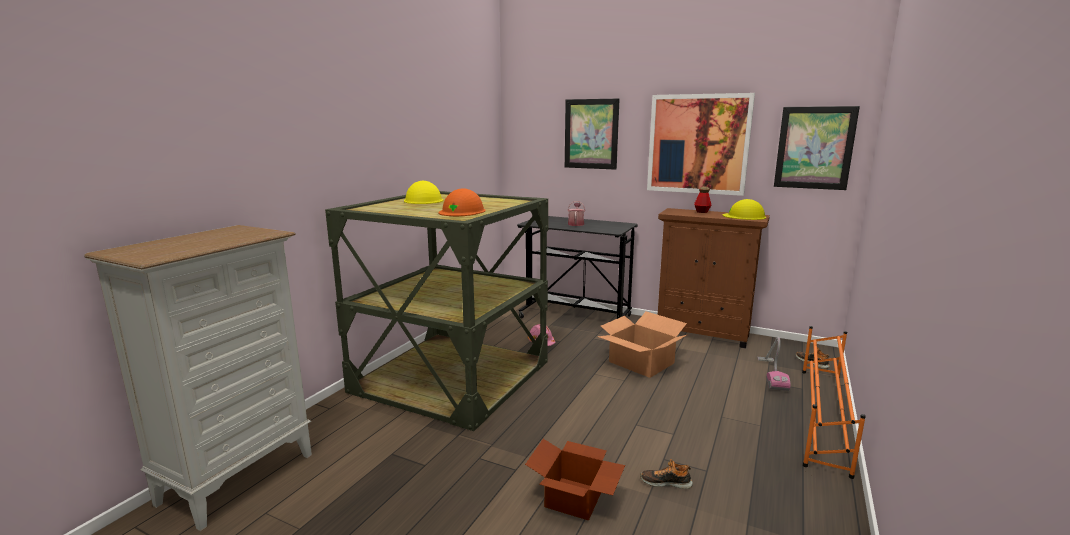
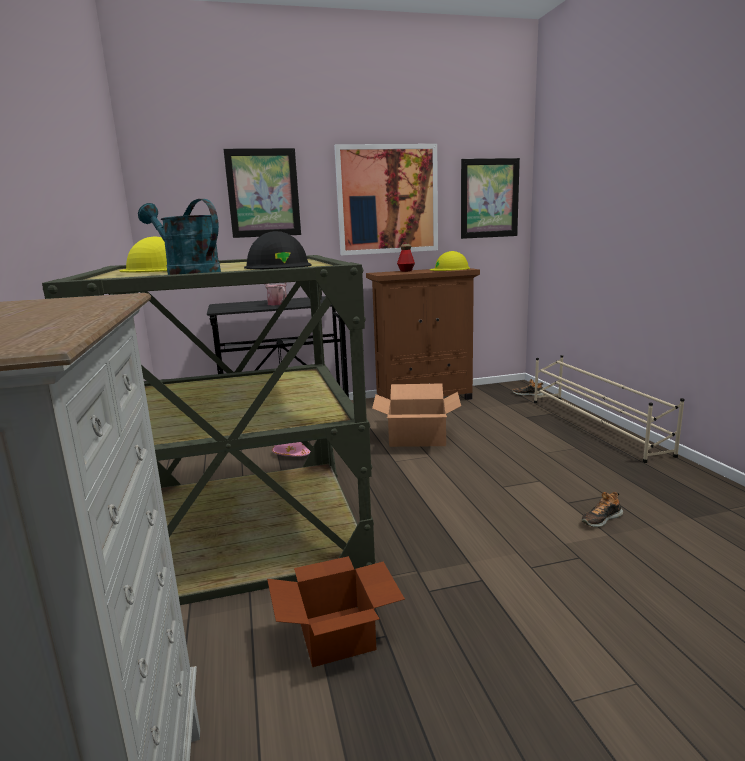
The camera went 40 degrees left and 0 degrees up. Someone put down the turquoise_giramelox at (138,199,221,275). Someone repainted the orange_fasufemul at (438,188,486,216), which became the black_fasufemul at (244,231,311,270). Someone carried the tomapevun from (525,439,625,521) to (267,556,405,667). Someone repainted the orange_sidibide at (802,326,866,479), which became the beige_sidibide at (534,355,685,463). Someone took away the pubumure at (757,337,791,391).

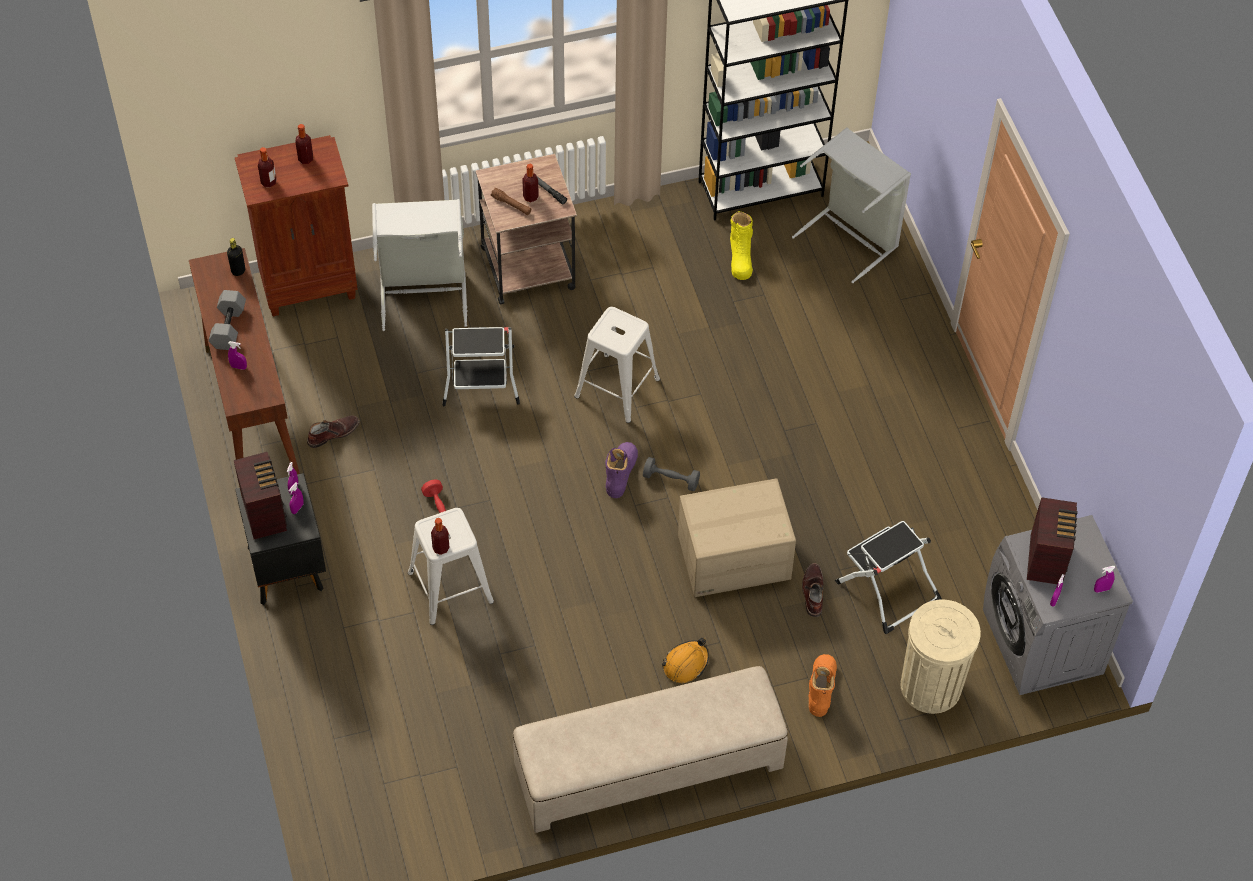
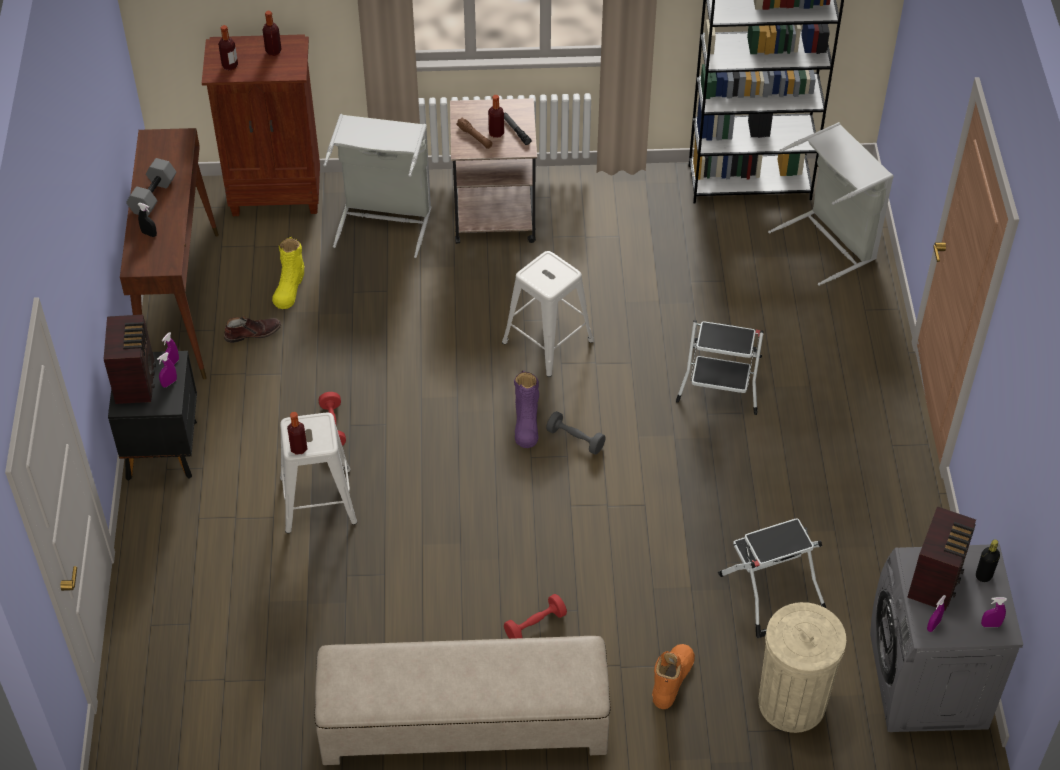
The camera went 15 degrees right and 5 degrees down. Someone repainted the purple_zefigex at (228,341,247,370), which became the black_zefigex at (138,203,157,237). Someone carried the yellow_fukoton from (730,211,753,280) to (272,237,305,309). Someone swapped the orange_fasufemul at (662,638,709,683) for the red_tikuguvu at (504,594,567,639). Someone rotated the purple_fukoton at (605,442,638,498) by 150 degrees clockwise. Someone carried the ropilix from (443,327,520,406) to (676,320,764,415). Someone carried the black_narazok from (227,238,245,276) to (976,540,1000,582). Someone took away the tomapevun at (678,478,796,597). Someone took away the brown_fukoton at (802,563,824,617).

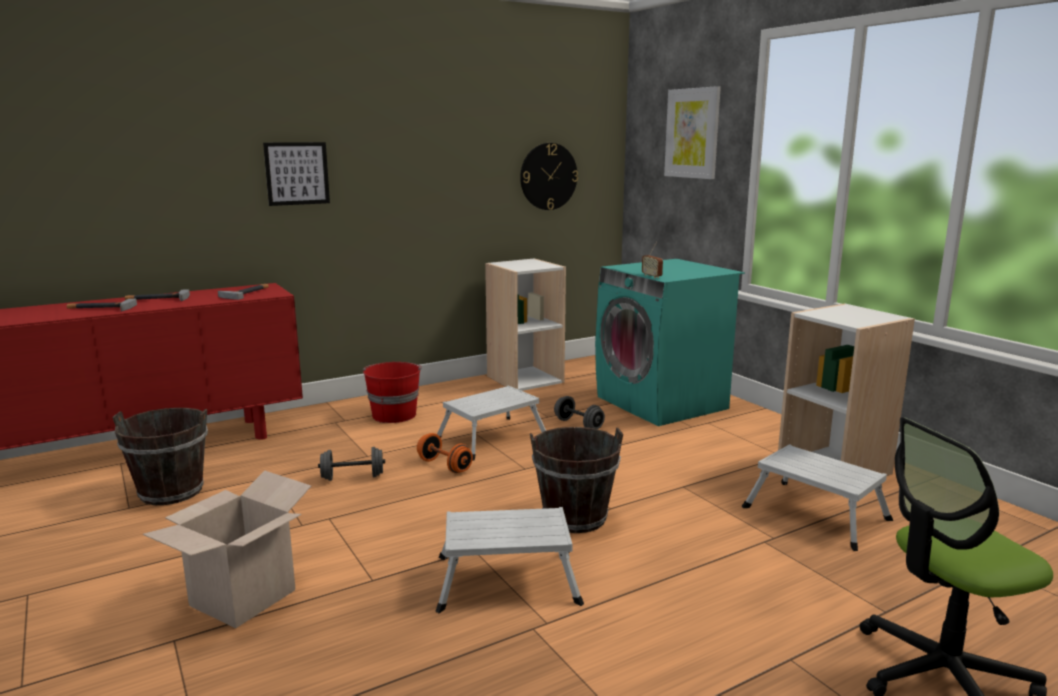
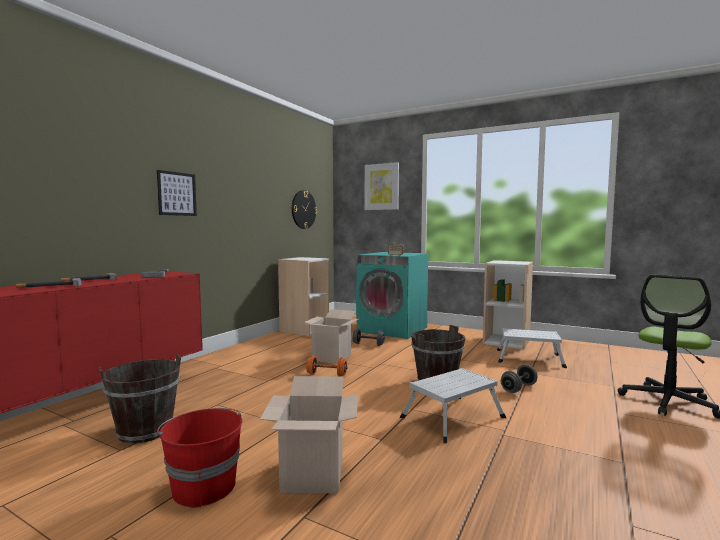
The camera went 30 degrees left and 10 degrees down. Someone carried the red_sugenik from (363,362,422,423) to (157,408,242,508). Someone swapped the white_ropilix at (437,385,546,461) for the tomapevun at (303,309,358,364). Someone carried the grey_tikuguvu from (318,447,385,481) to (501,365,537,393).

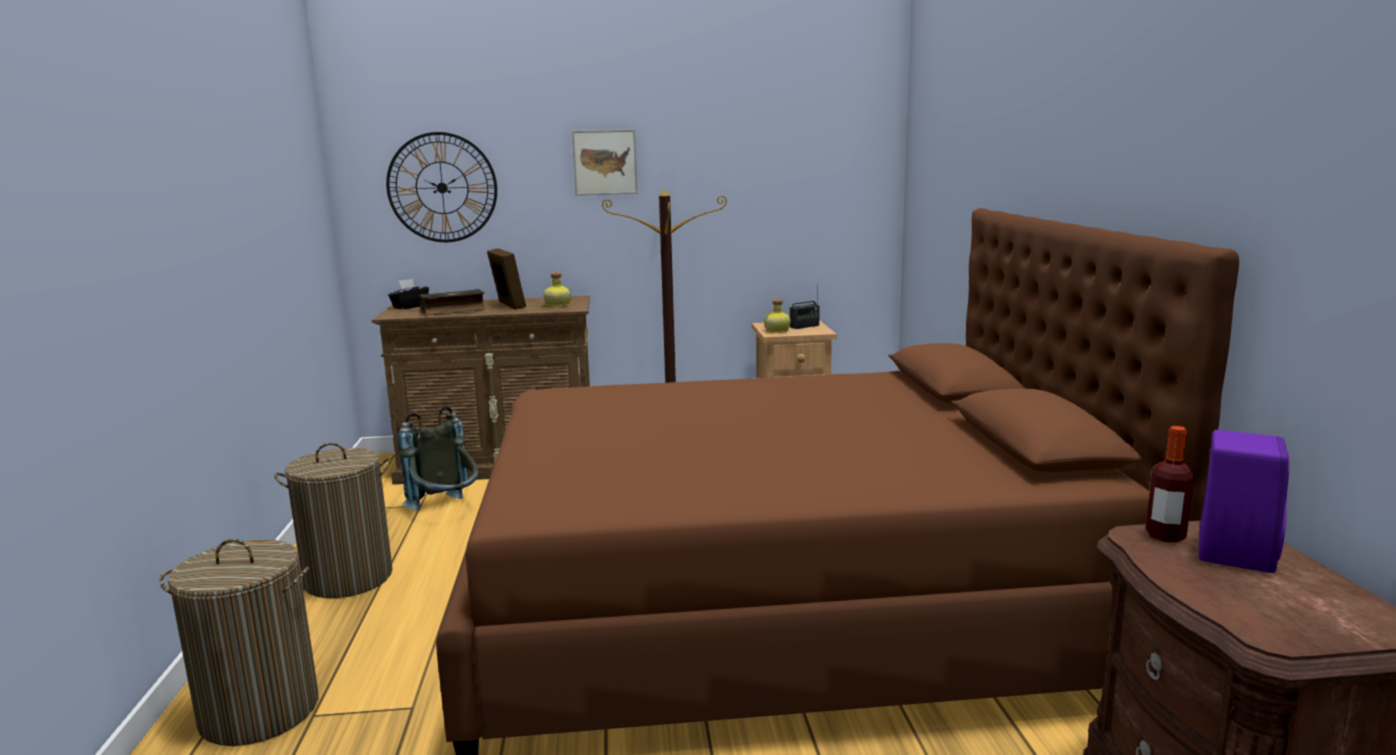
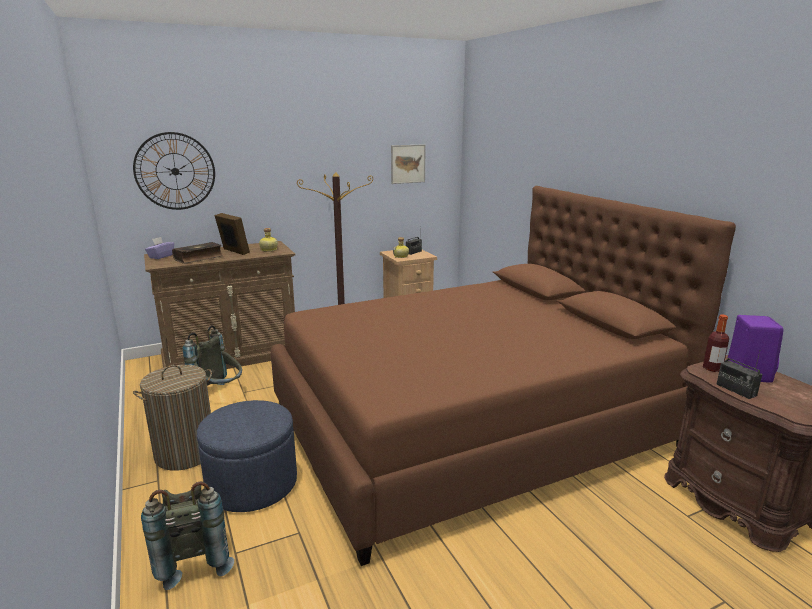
The camera went 20 degrees left and 5 degrees up. Someone swapped the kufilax at (160,539,318,746) for the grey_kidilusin at (141,481,234,590). Someone repainted the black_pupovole at (388,279,429,309), which became the purple_pupovole at (145,237,174,259). Someone put down the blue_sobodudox at (197,400,297,512). Someone carried the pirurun from (572,129,638,195) to (391,144,426,184). Someone put down the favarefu at (717,352,762,399).

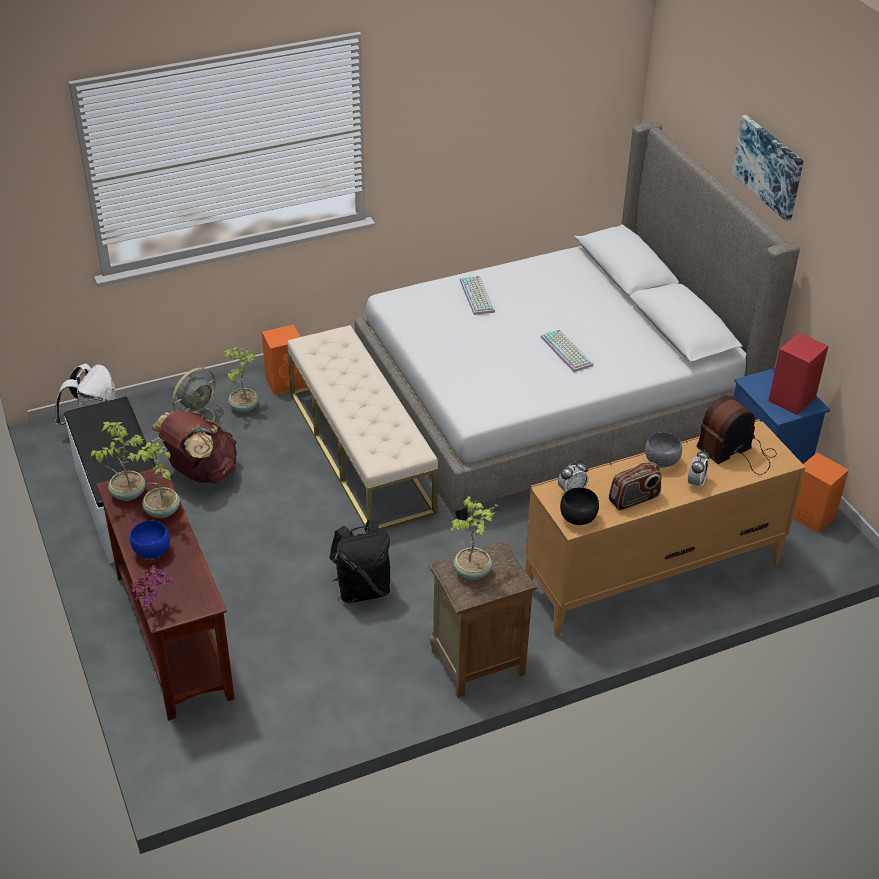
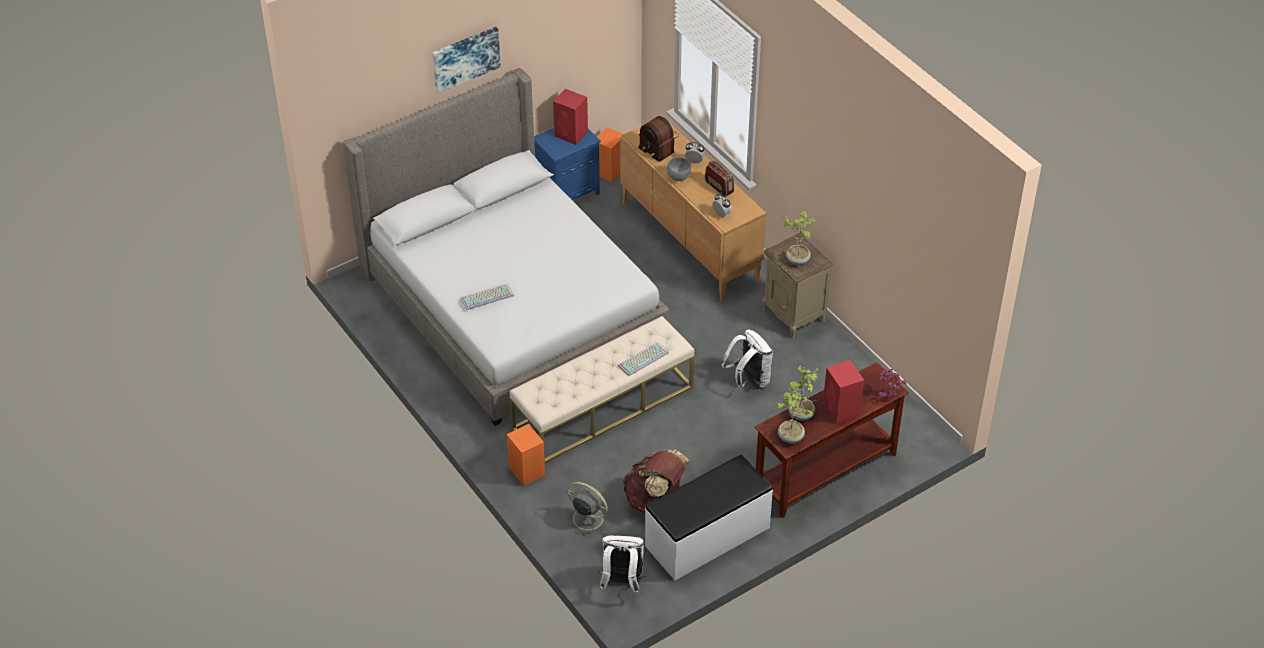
The camera went 100 degrees left and 5 degrees up. Someone carried the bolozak from (541,329,593,372) to (618,342,669,376). Someone repainted the black_kidilusin at (329,520,391,604), which became the white_kidilusin at (722,330,773,390). Someone swapped the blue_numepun at (130,520,170,559) for the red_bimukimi at (823,360,864,424). Someone took away the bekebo at (223,347,258,413). Someone took away the black_numepun at (560,488,599,525).

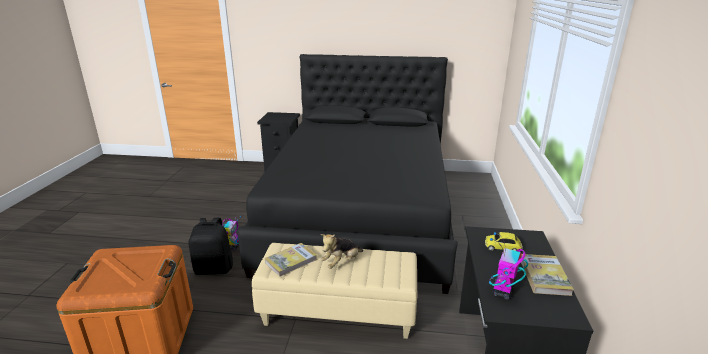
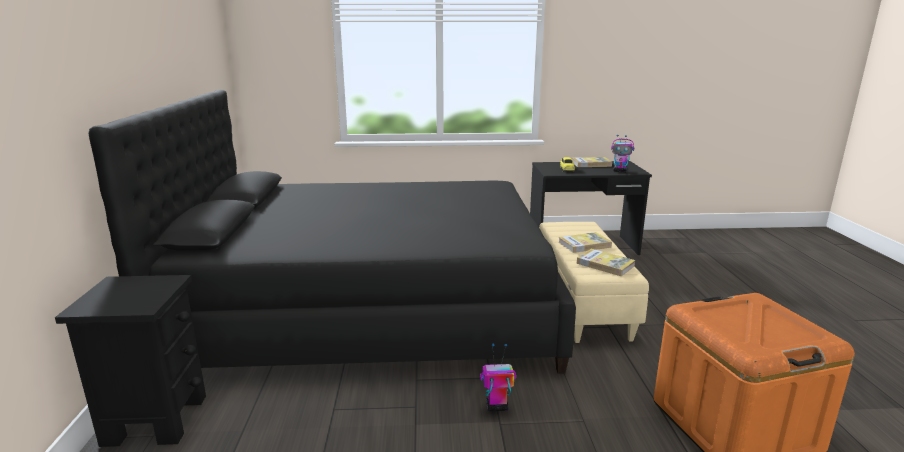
The camera went 100 degrees left and 5 degrees down. Someone swapped the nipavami at (321,234,363,269) for the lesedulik at (558,232,612,253). Someone took away the black_kidilusin at (188,218,233,275).

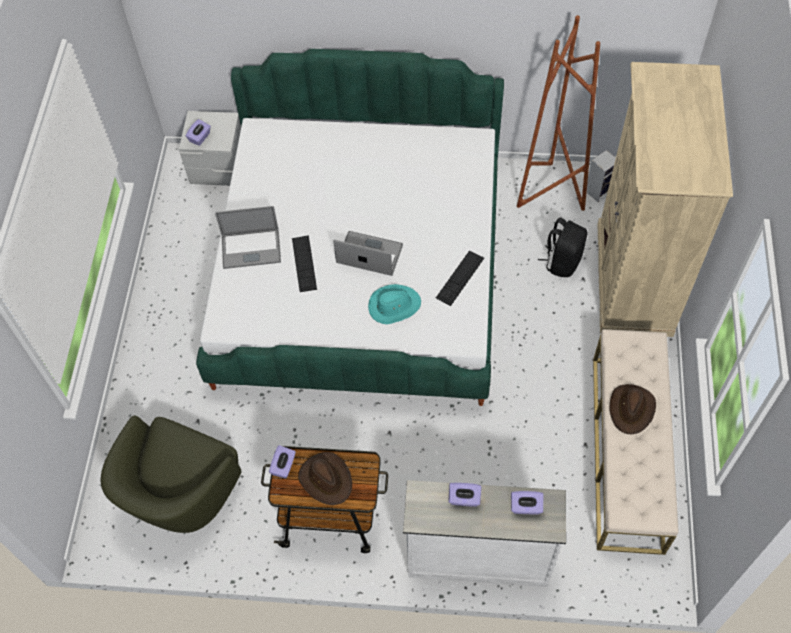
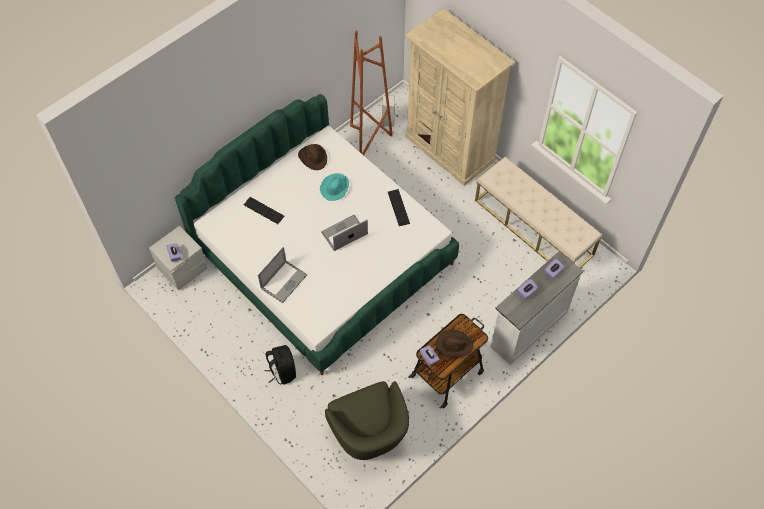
The camera went 50 degrees left and 0 degrees up. Someone carried the bolozak from (292,235,317,292) to (244,197,284,224). Someone carried the black_kidilusin from (538,218,588,277) to (264,345,296,384). Someone carried the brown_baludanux from (609,384,656,434) to (298,144,327,170). Someone carried the turquoise_baludanux from (368,284,421,324) to (320,173,349,201).

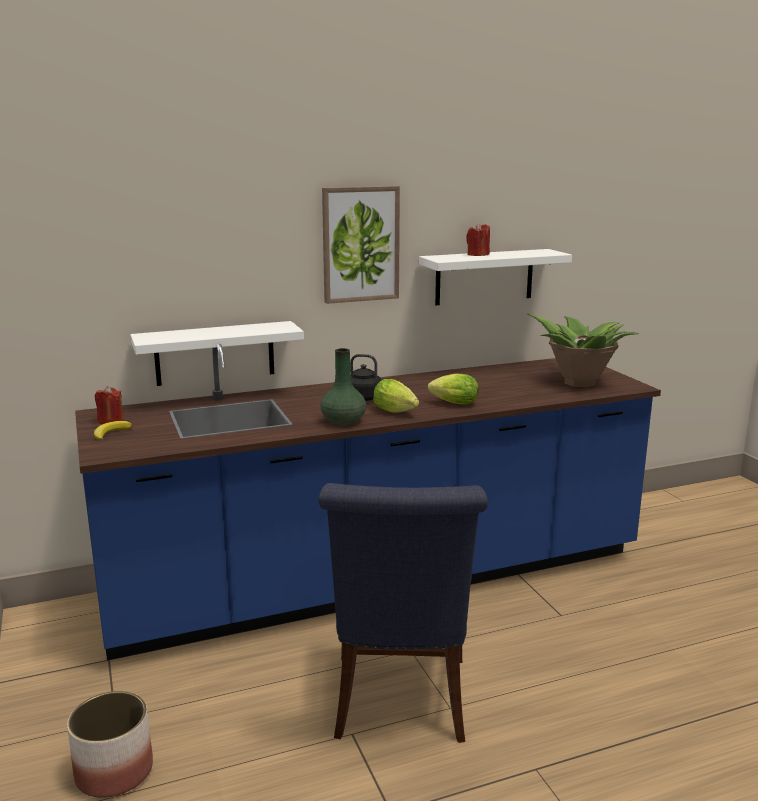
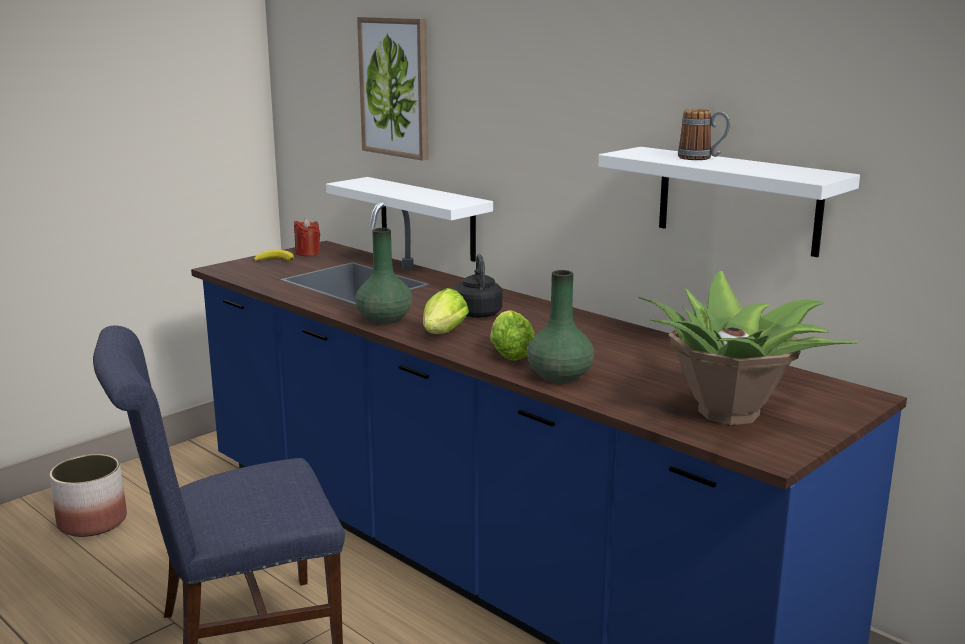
The camera went 65 degrees right and 0 degrees up. Someone carried the pirurun from (322,186,400,304) to (357,17,429,161). Someone put down the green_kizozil at (527,270,594,383). Someone swapped the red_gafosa at (466,223,490,256) for the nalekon at (678,109,730,160).

